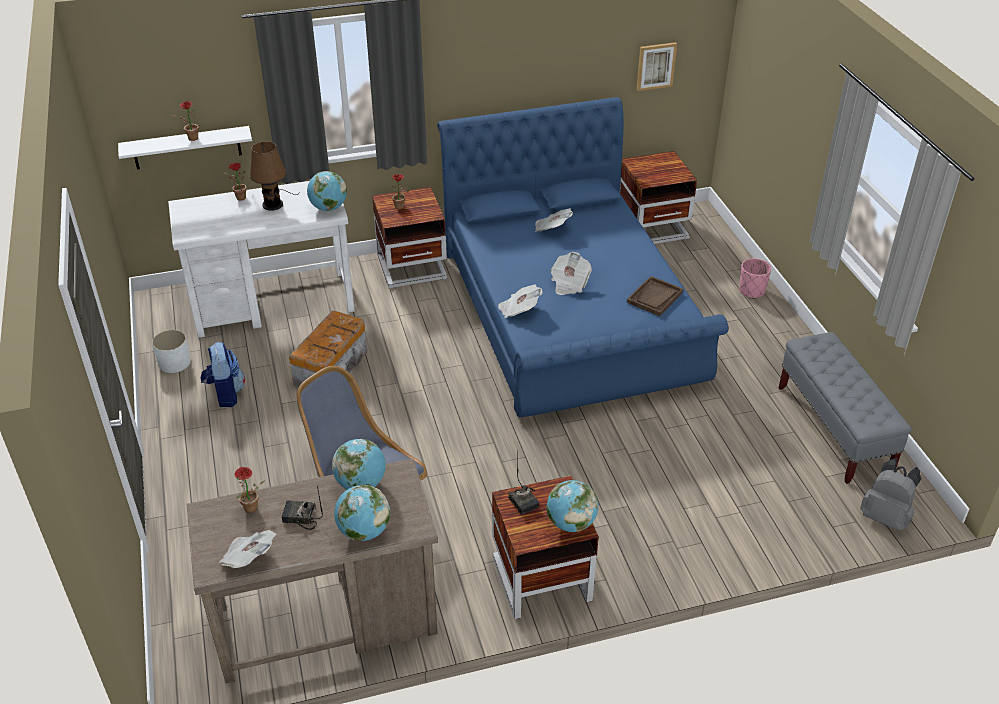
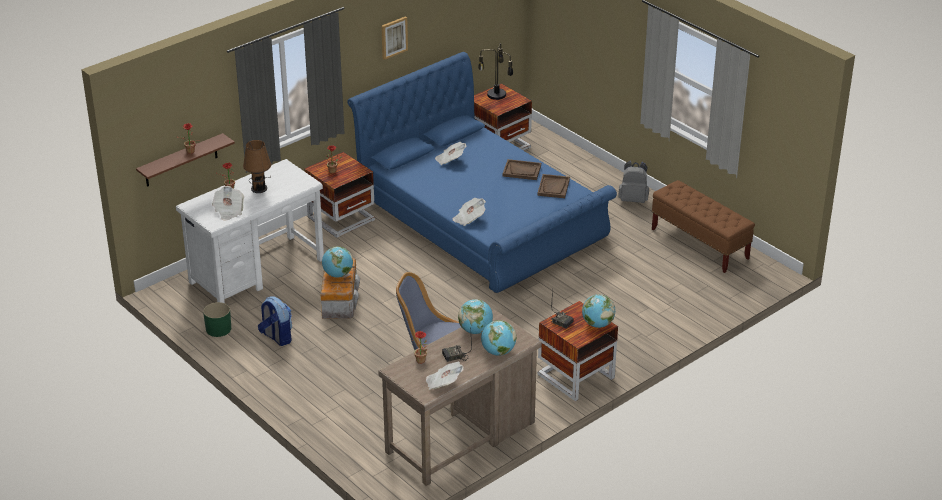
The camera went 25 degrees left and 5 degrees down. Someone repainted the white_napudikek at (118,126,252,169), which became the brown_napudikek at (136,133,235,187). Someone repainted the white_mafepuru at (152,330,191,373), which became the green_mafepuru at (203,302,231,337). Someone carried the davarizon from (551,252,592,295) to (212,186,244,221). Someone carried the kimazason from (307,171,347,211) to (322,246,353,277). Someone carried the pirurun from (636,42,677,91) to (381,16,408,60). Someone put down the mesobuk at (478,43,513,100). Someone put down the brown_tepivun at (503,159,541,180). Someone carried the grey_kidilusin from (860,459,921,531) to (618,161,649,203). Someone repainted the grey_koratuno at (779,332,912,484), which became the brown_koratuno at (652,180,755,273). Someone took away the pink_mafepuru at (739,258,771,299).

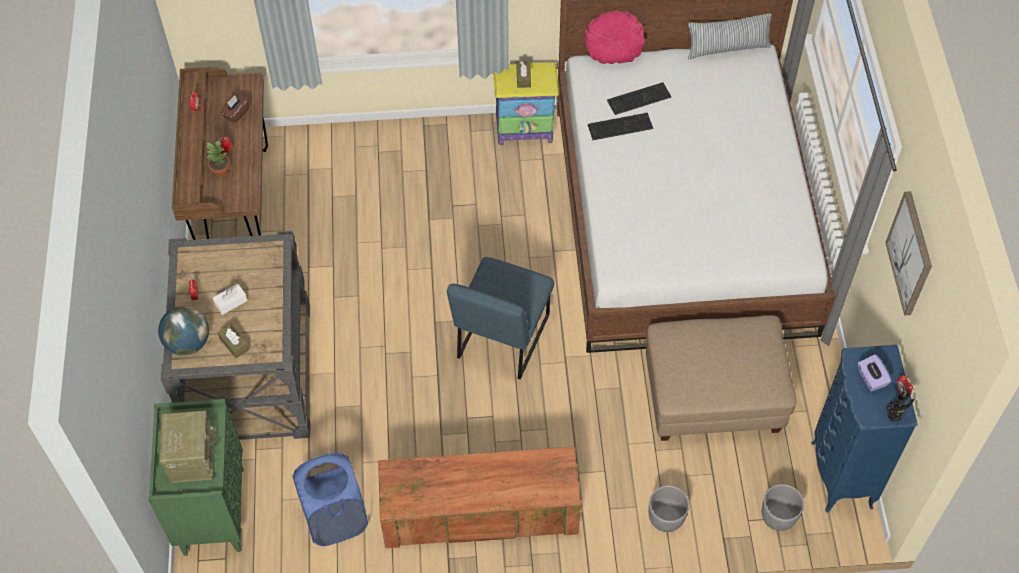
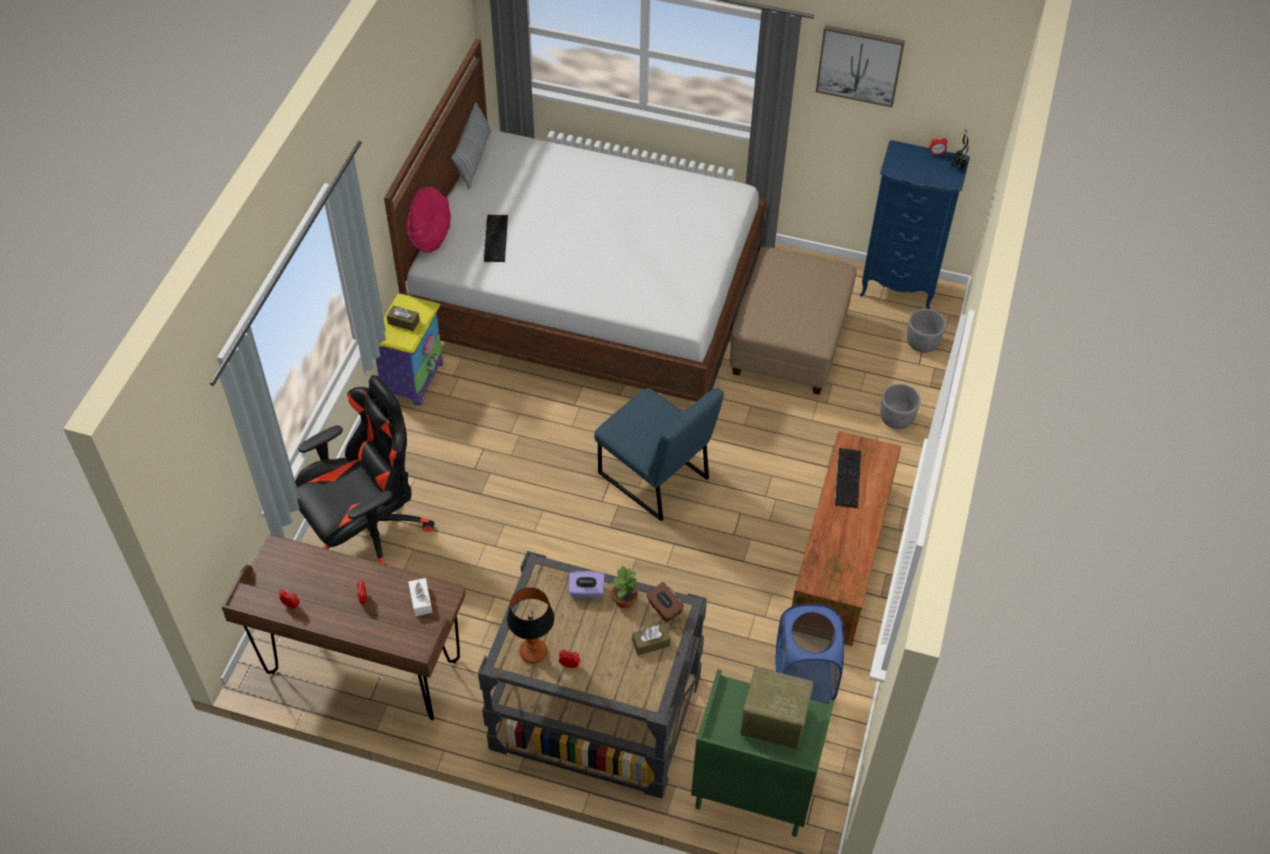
The camera went 70 degrees left and 5 degrees down. Someone put down the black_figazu at (295,375,434,565). Someone carried the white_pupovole from (213,284,248,315) to (408,578,433,616). Someone put down the mesobuk at (507,587,554,664). Someone carried the purple_pupovole from (858,354,891,391) to (569,571,604,598). Someone carried the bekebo from (206,141,230,176) to (612,565,638,608). Someone carried the brown_pupovole from (220,95,250,123) to (646,582,684,622). Someone carried the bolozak from (588,113,653,140) to (835,448,861,508). Someone took away the kimazason at (158,306,209,355).

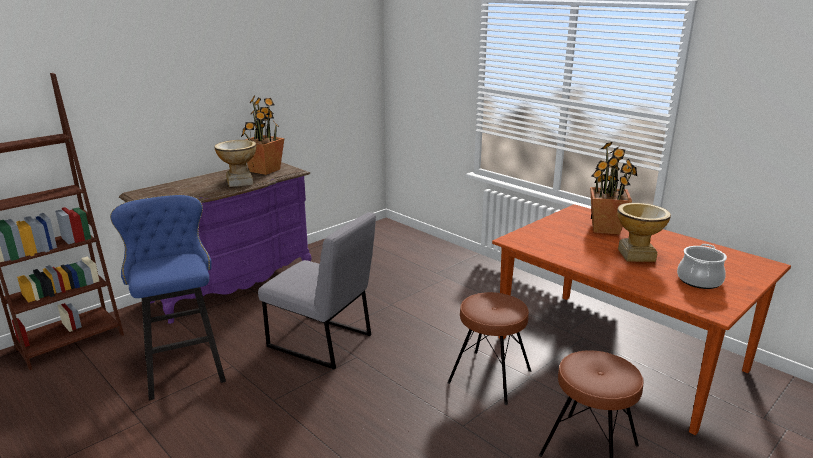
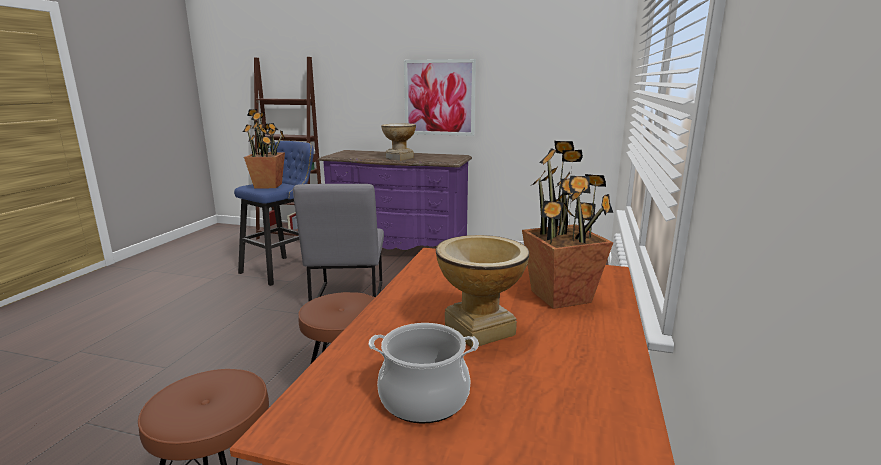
The camera went 60 degrees right and 5 degrees down. Someone carried the bekebo from (241,96,284,175) to (243,109,285,188). Someone put up the pirurun at (404,59,476,136).

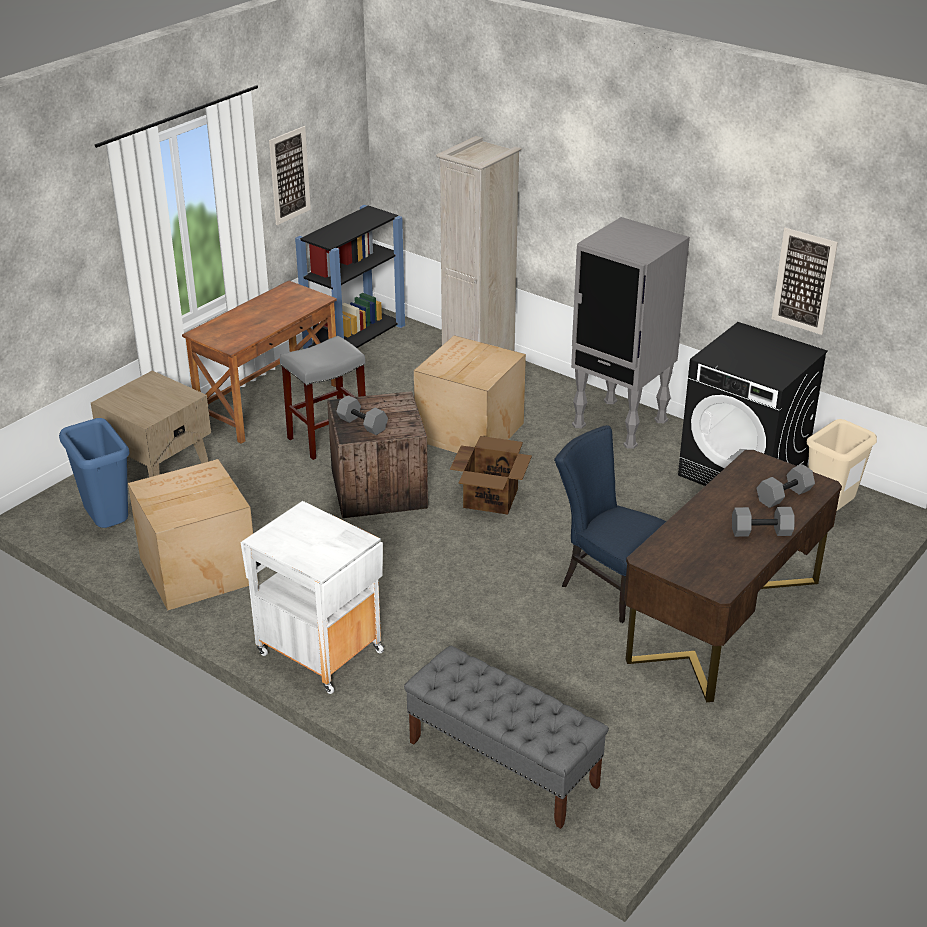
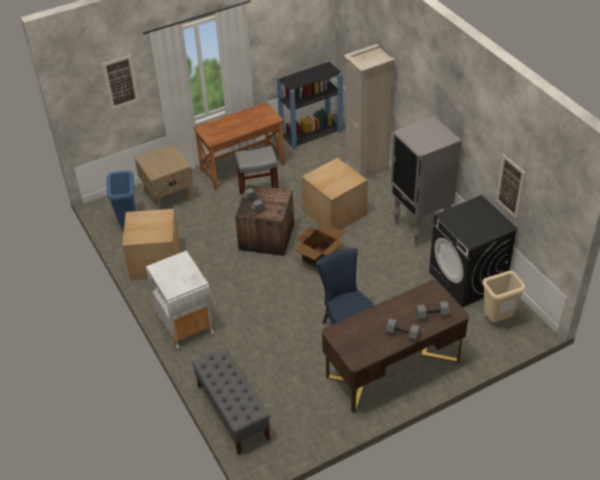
The camera went 25 degrees right and 10 degrees up. Someone carried the pirurun from (269,126,311,225) to (102,55,139,109).

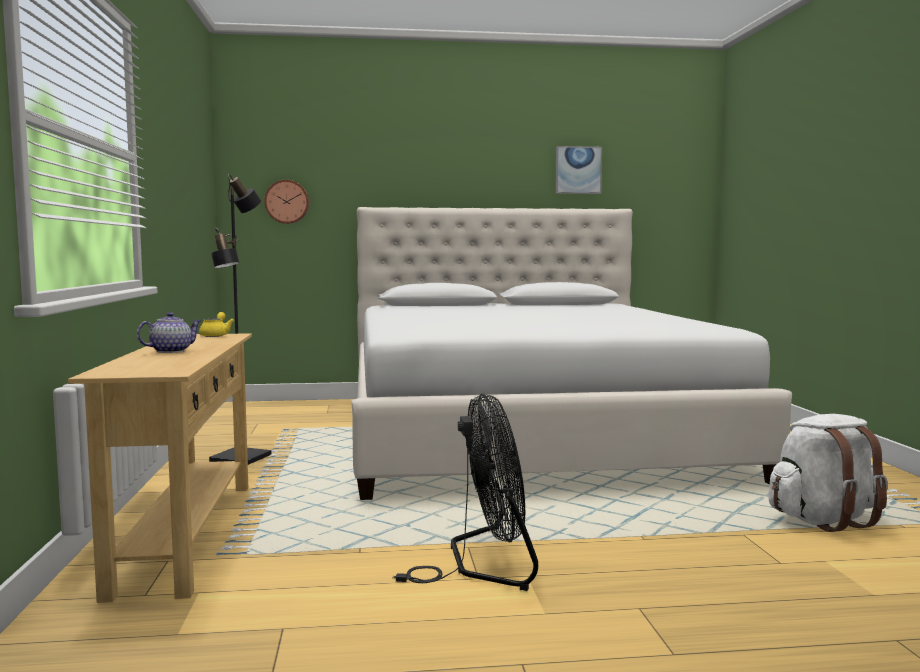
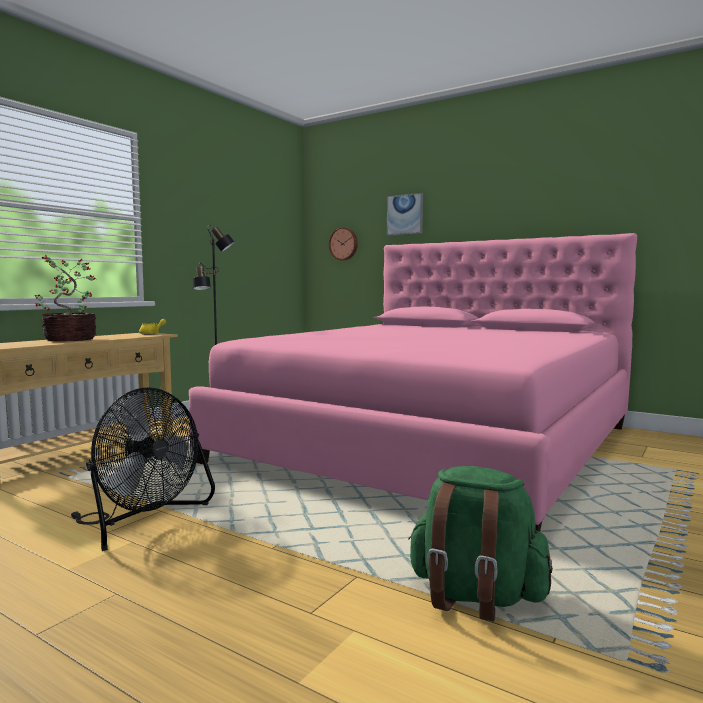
The camera went 40 degrees right and 0 degrees up. Someone swapped the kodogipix at (137,312,201,353) for the bekebo at (35,255,96,342). Someone repainted the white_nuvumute at (351,207,792,500), which became the pink_nuvumute at (189,233,637,532). Someone carried the pirurun from (555,146,602,194) to (387,193,423,236). Someone repainted the white_kidilusin at (768,414,888,532), which became the green_kidilusin at (408,466,553,622).

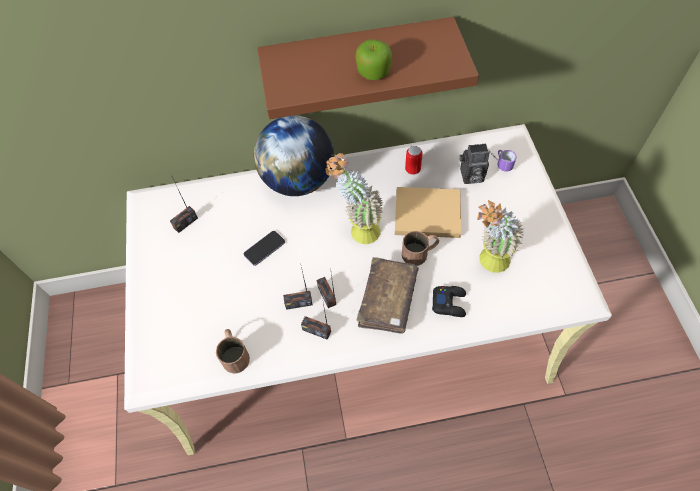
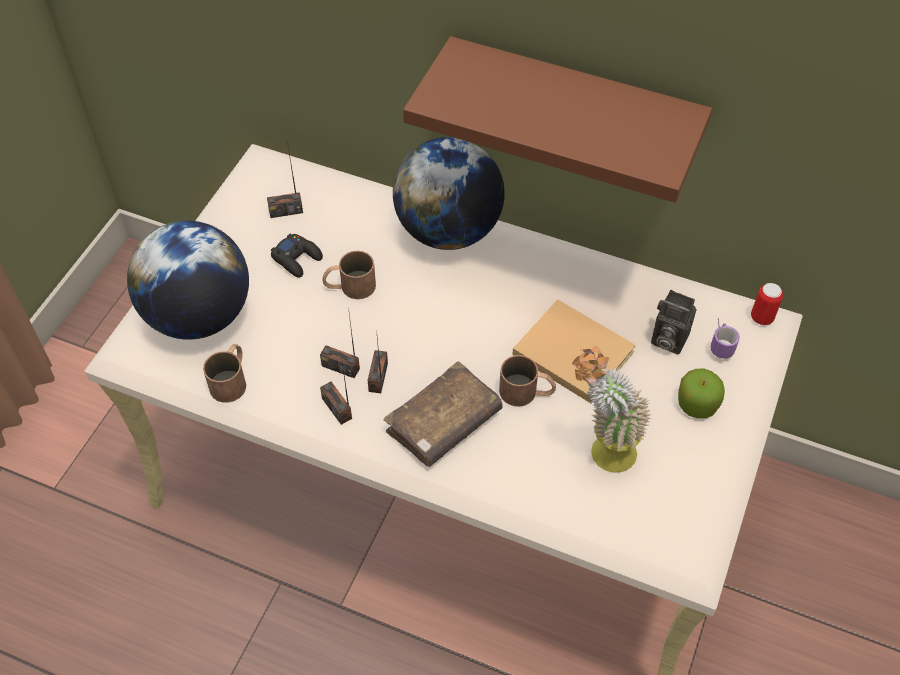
The camera went 30 degrees right and 5 degrees down. Someone put down the kimazason at (127,221,249,340). Someone carried the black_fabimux from (432,286,466,317) to (271,234,323,278). Someone swapped the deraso at (244,231,285,266) for the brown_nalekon at (322,250,376,299). Someone carried the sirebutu from (355,39,392,80) to (678,368,725,418). Someone carried the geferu from (405,146,423,175) to (751,283,783,325). Someone took away the bekebo at (326,153,383,244).

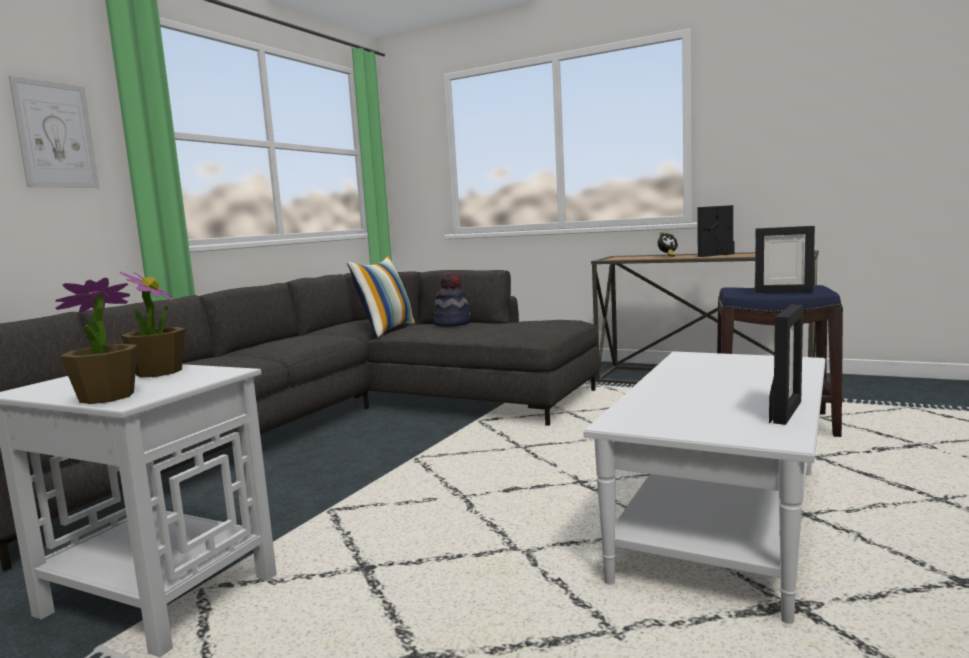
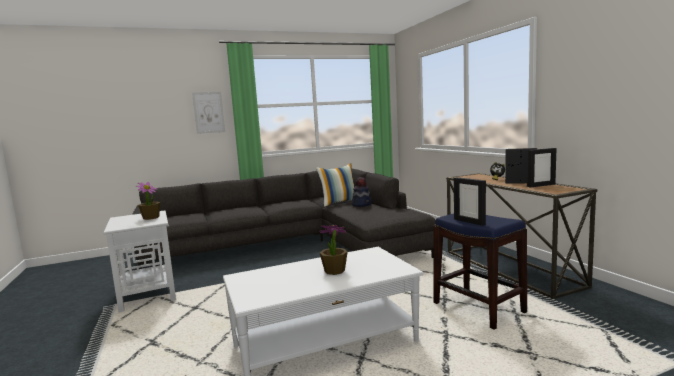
The camera went 40 degrees right and 0 degrees up. Someone carried the bekebo from (55,277,138,404) to (319,225,348,275). Someone carried the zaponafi from (769,305,803,425) to (527,148,556,188).

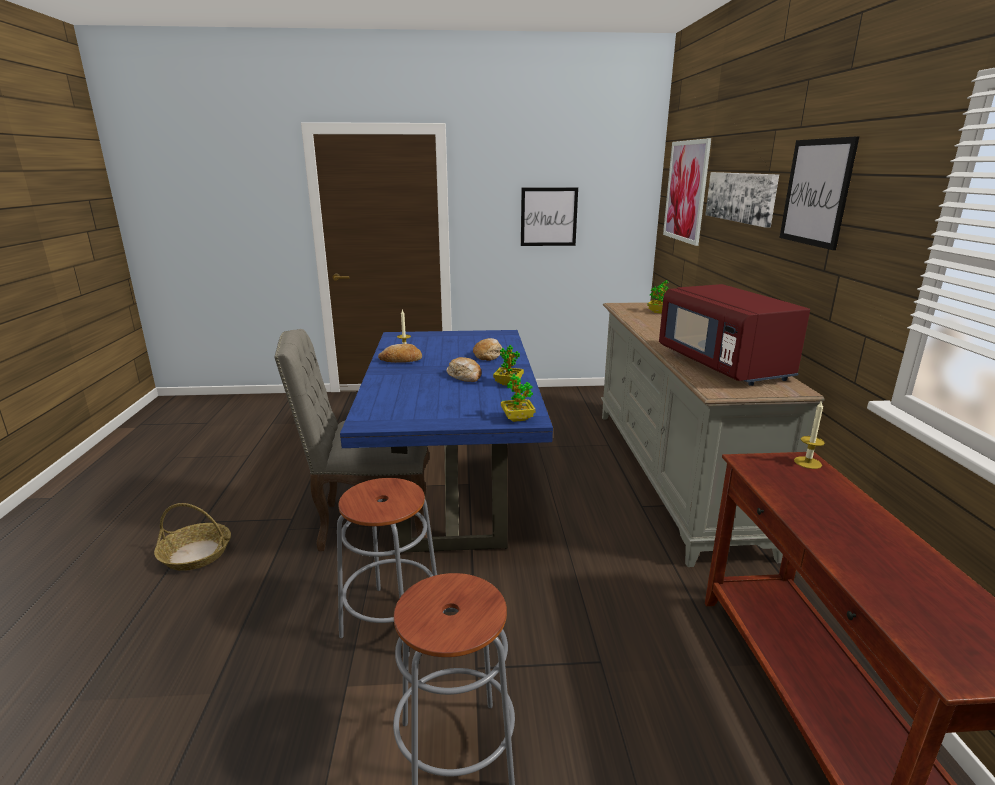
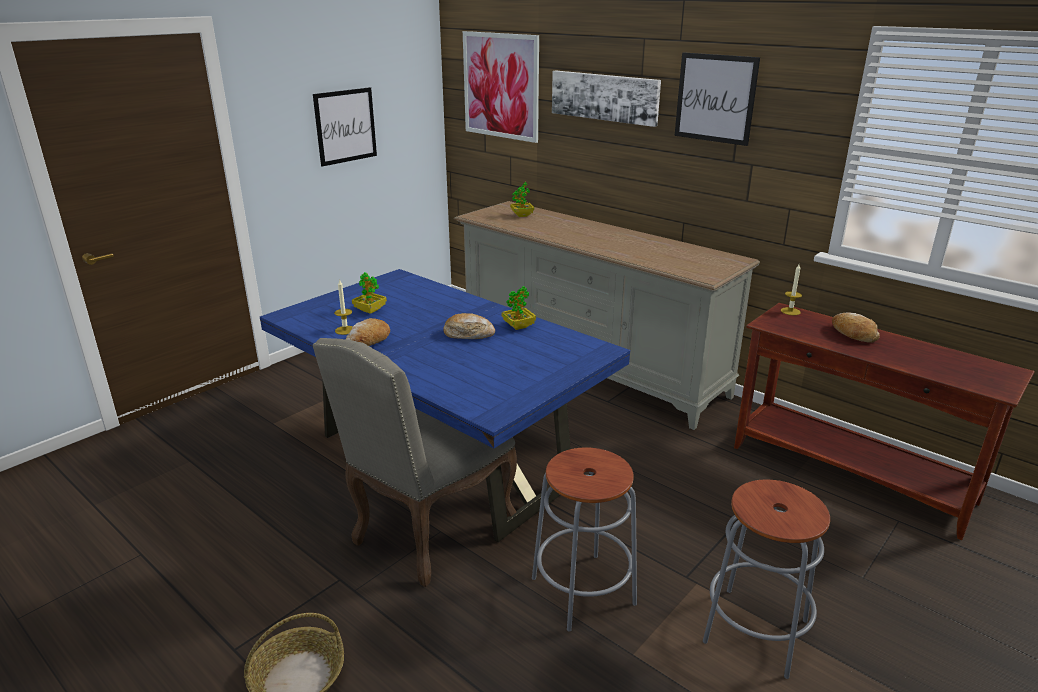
The camera went 45 degrees left and 5 degrees up. Someone carried the bekebo from (501,374,535,422) to (352,272,387,314). Someone carried the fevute from (473,338,502,361) to (832,313,880,343). Someone took away the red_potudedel at (659,284,810,386).

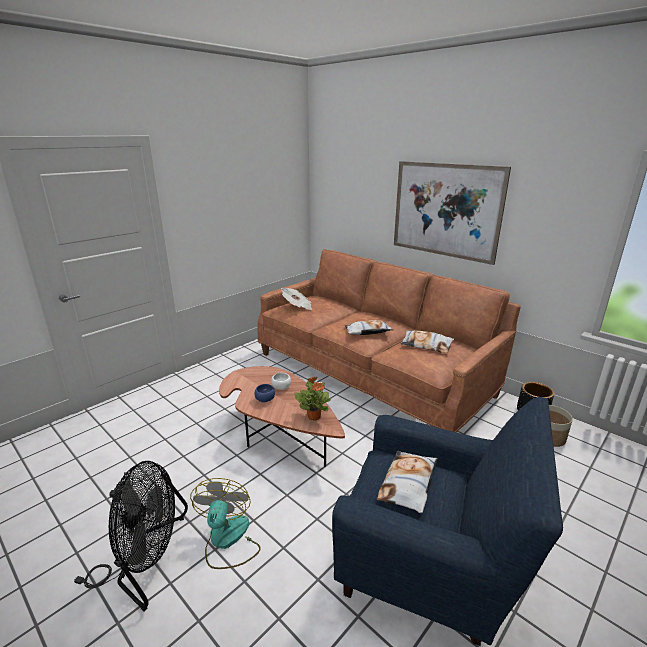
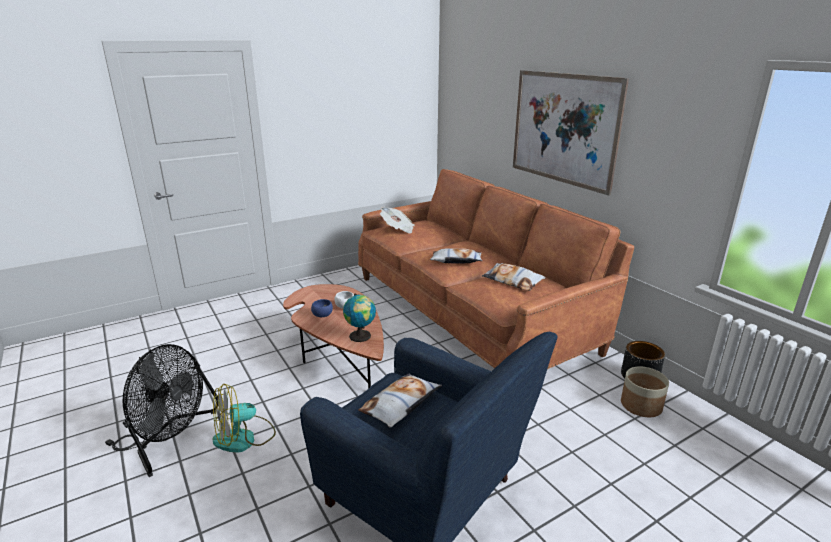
The camera went 15 degrees right and 0 degrees up. Someone rotated the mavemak at (190,478,261,569) by 135 degrees counterclockwise. Someone swapped the bekebo at (294,377,331,420) for the kimazason at (343,293,376,342).

